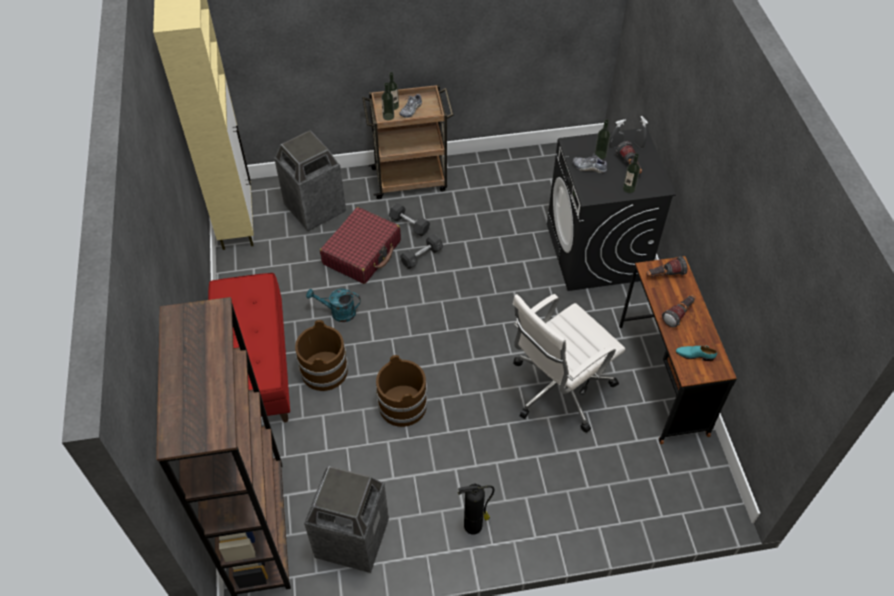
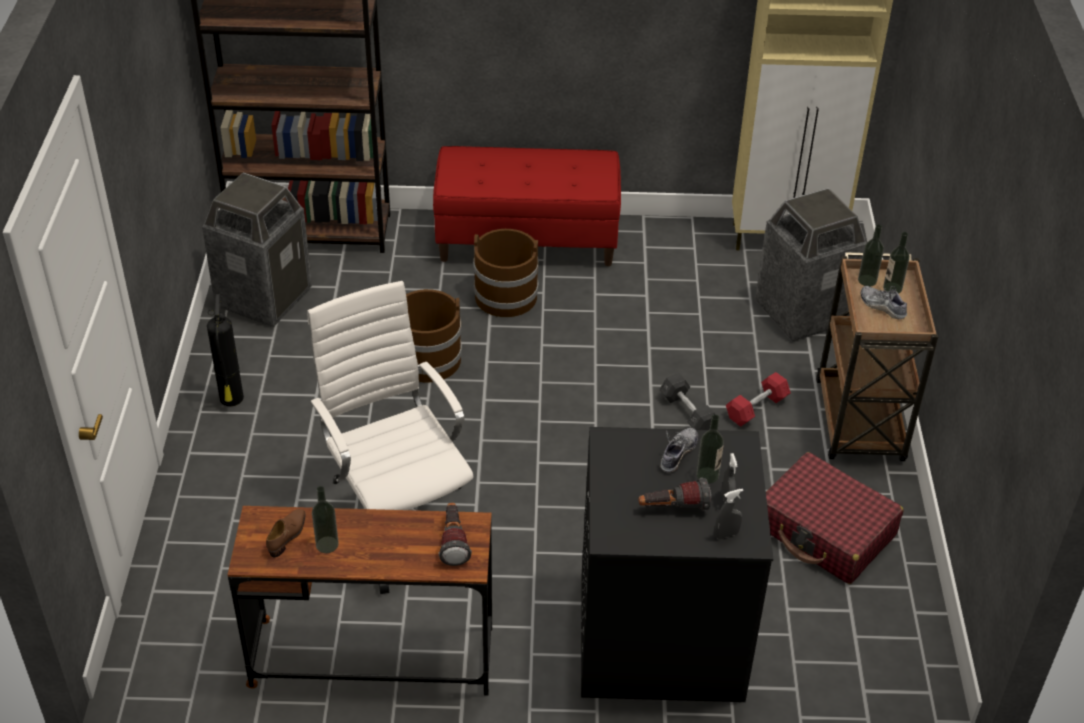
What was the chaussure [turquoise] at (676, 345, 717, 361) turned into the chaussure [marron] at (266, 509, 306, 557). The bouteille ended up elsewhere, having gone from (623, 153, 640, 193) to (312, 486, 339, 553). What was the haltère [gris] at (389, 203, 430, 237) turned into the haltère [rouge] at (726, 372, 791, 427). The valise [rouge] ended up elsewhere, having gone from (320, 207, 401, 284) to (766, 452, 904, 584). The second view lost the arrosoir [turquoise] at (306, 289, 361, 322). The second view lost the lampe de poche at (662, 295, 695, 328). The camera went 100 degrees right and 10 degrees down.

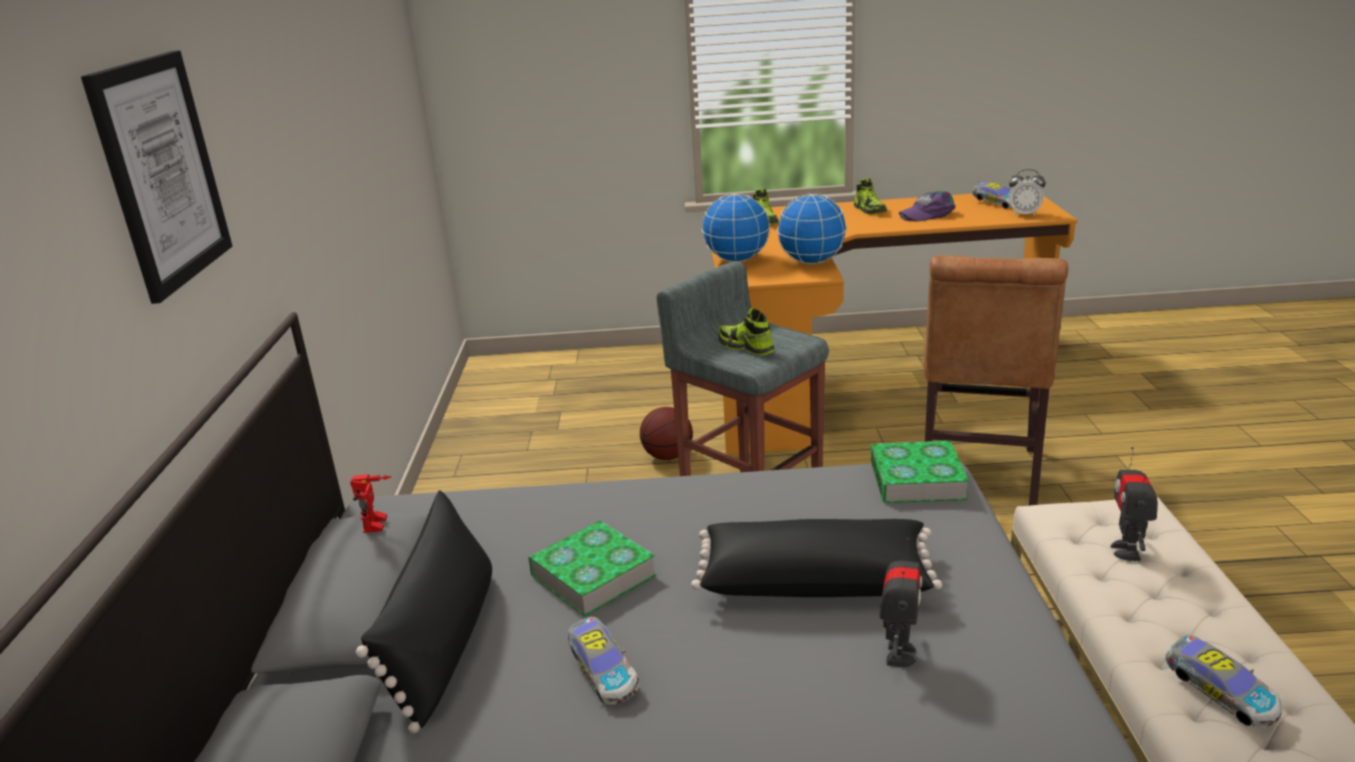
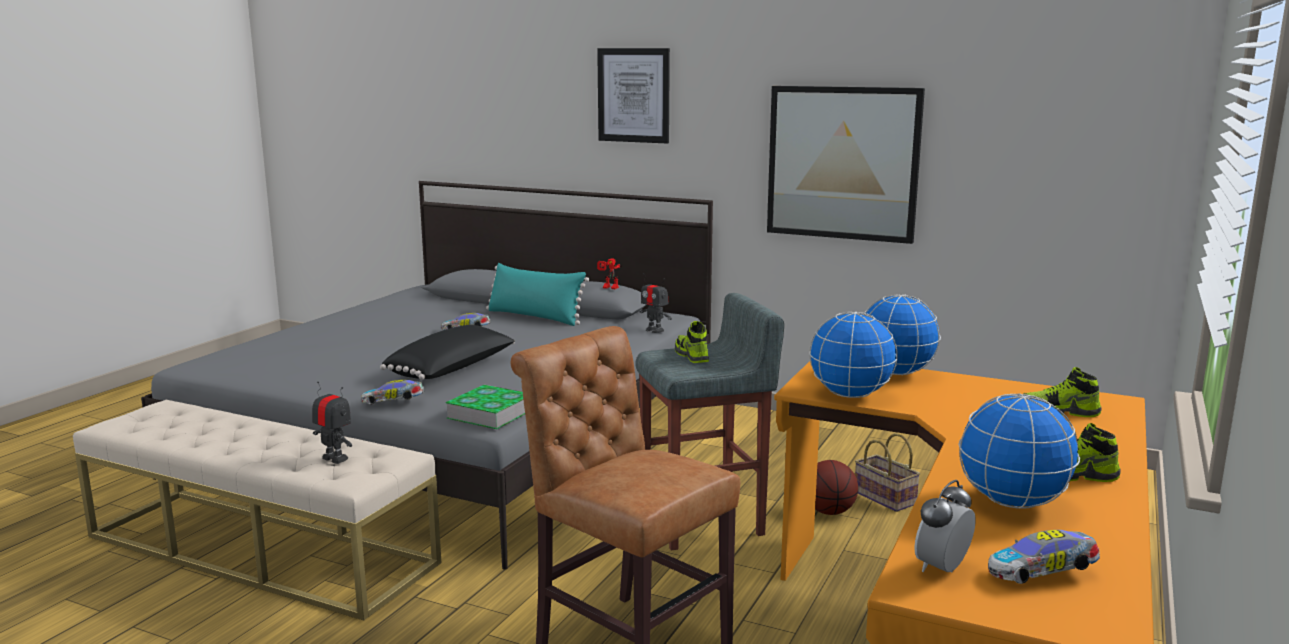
The petite voiture ended up elsewhere, having gone from (1166, 635, 1282, 727) to (361, 380, 425, 405). What was the coussin [noir] at (356, 490, 492, 734) turned into the coussin [turquoise] at (486, 263, 589, 326). The robot jouet ended up elsewhere, having gone from (879, 538, 923, 667) to (640, 273, 672, 333). The chaussure at (718, 308, 774, 356) ended up facing another way, 90 degrees counterclockwise from before. The second view gained the tableau at (767, 86, 925, 244). The second view gained the panier at (855, 433, 920, 512). Where the casquette [violet] stood at (899, 191, 956, 221), the globe came to stand at (958, 393, 1080, 509). The second view lost the livre at (528, 521, 657, 616). The camera went 115 degrees right and 10 degrees down.

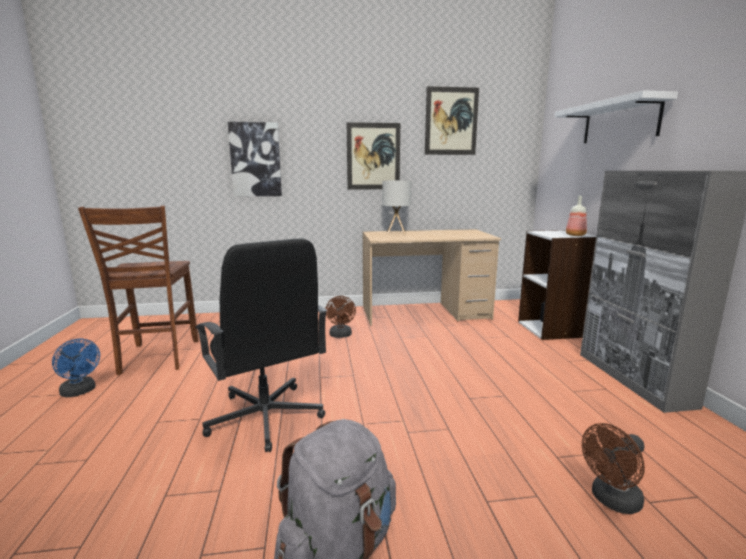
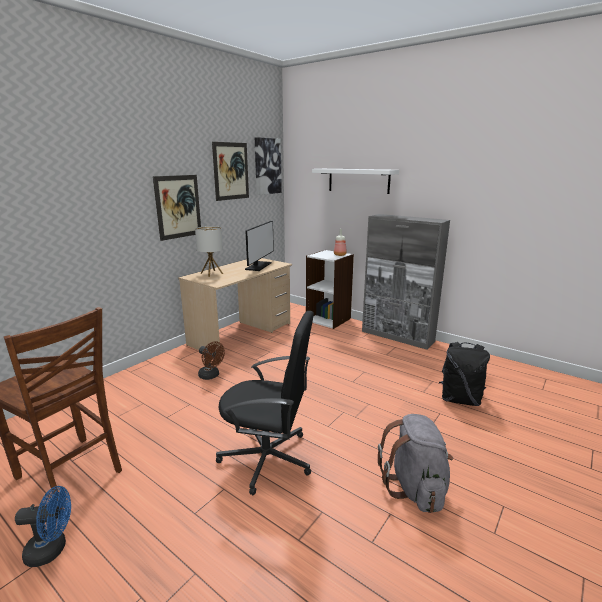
The second view gained the écran d'ordinateur at (245, 220, 274, 271). The tableau ended up elsewhere, having gone from (228, 122, 282, 196) to (255, 137, 282, 195). Where the ventilateur [marron] stood at (582, 423, 645, 514), the sac à dos [noir] came to stand at (439, 342, 490, 406). The camera went 45 degrees left and 5 degrees up.

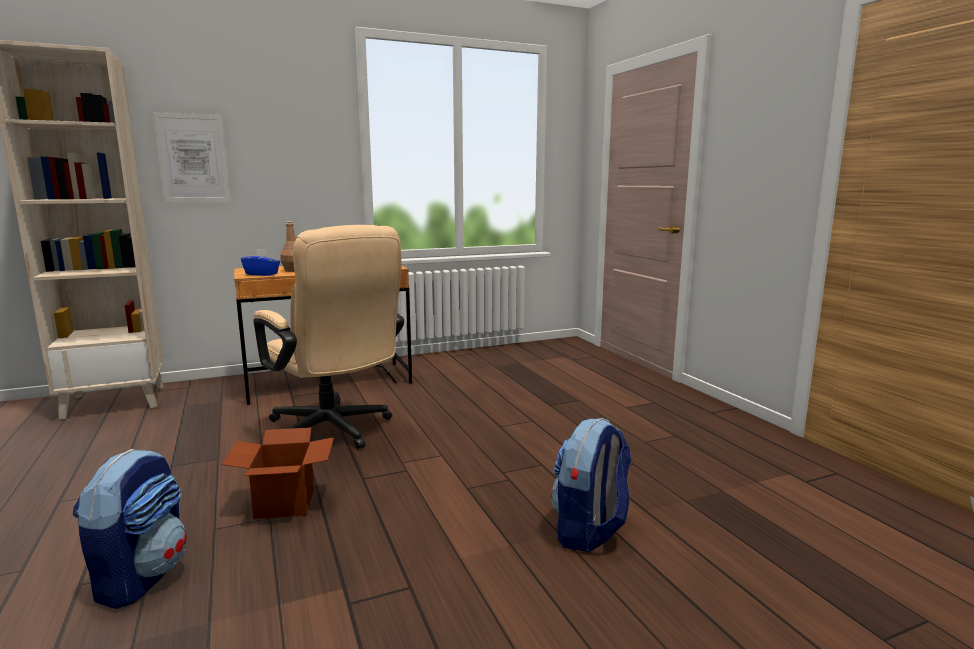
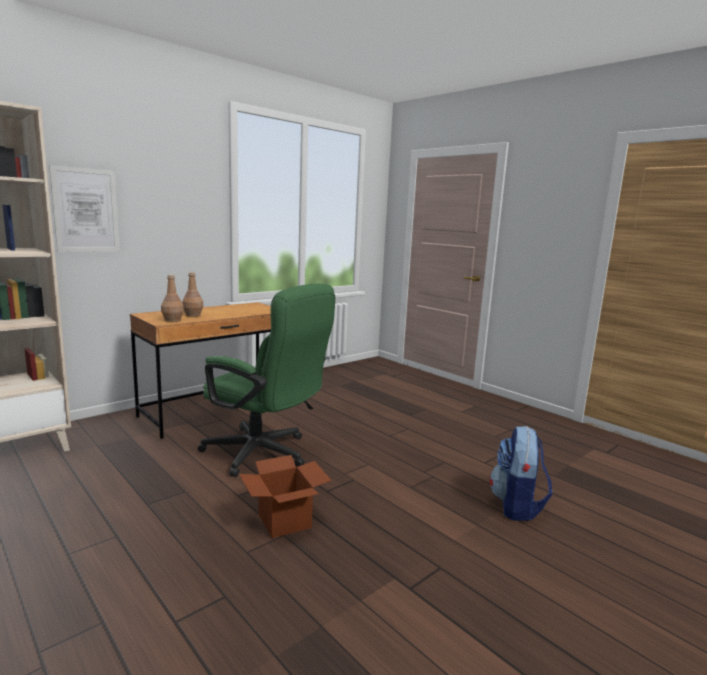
Where the boîte à mouchoirs [bleu] stood at (241, 249, 280, 276), the bouteille [marron] came to stand at (161, 274, 184, 322). What was the chaise de bureau [beige] at (253, 225, 404, 449) turned into the chaise de bureau [vert] at (198, 284, 335, 477). The second view lost the sac à dos at (73, 449, 187, 609). The camera went 20 degrees left and 0 degrees up.

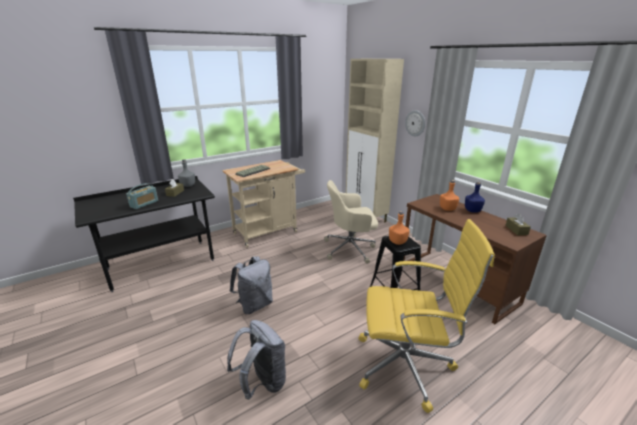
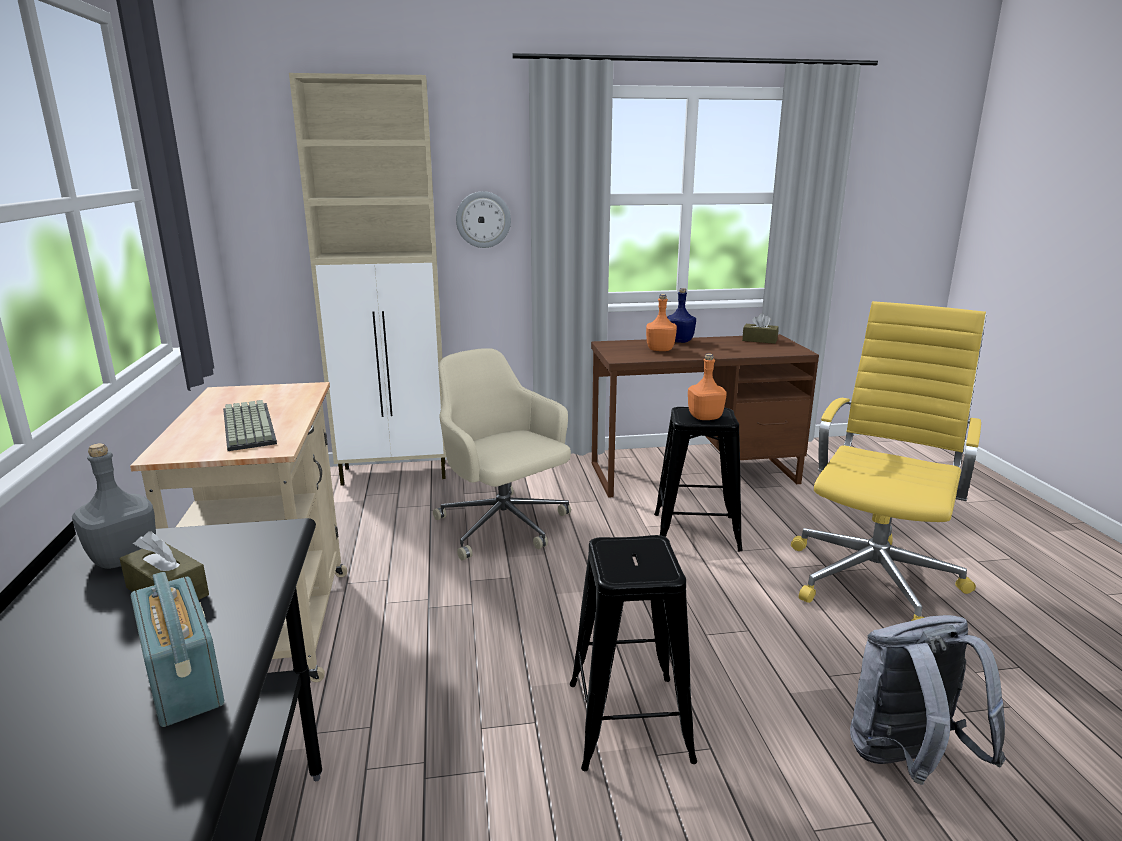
The chaise de bureau [beige] at (324, 180, 378, 264) ended up facing another way, 120 degrees clockwise from before. Where the sac à dos [gris] stood at (230, 256, 273, 314), the tabouret [noir] came to stand at (570, 535, 697, 771). The camera went 65 degrees left and 5 degrees down.

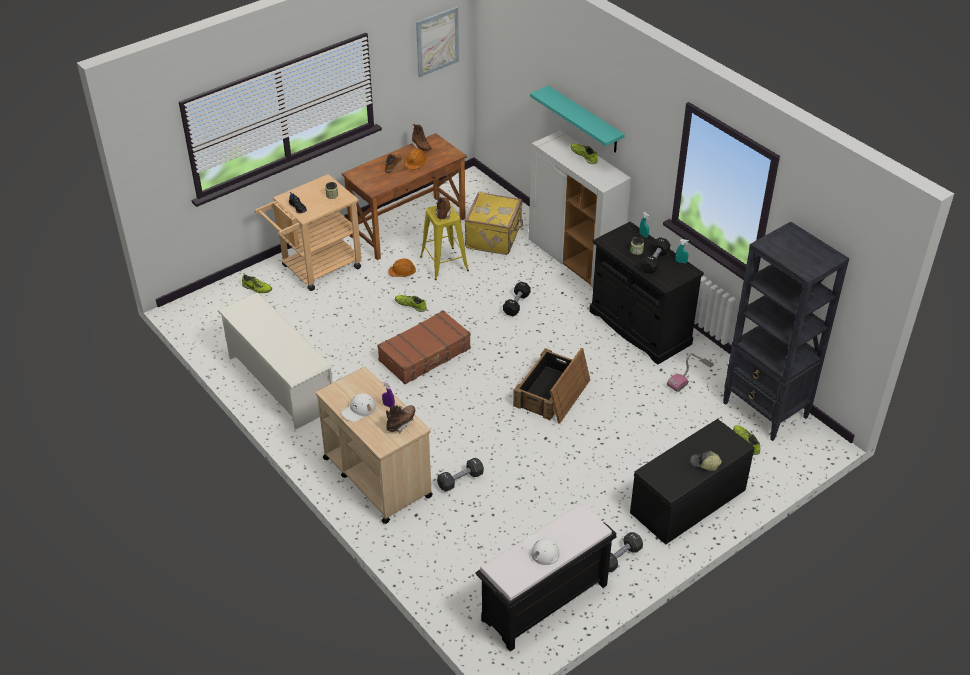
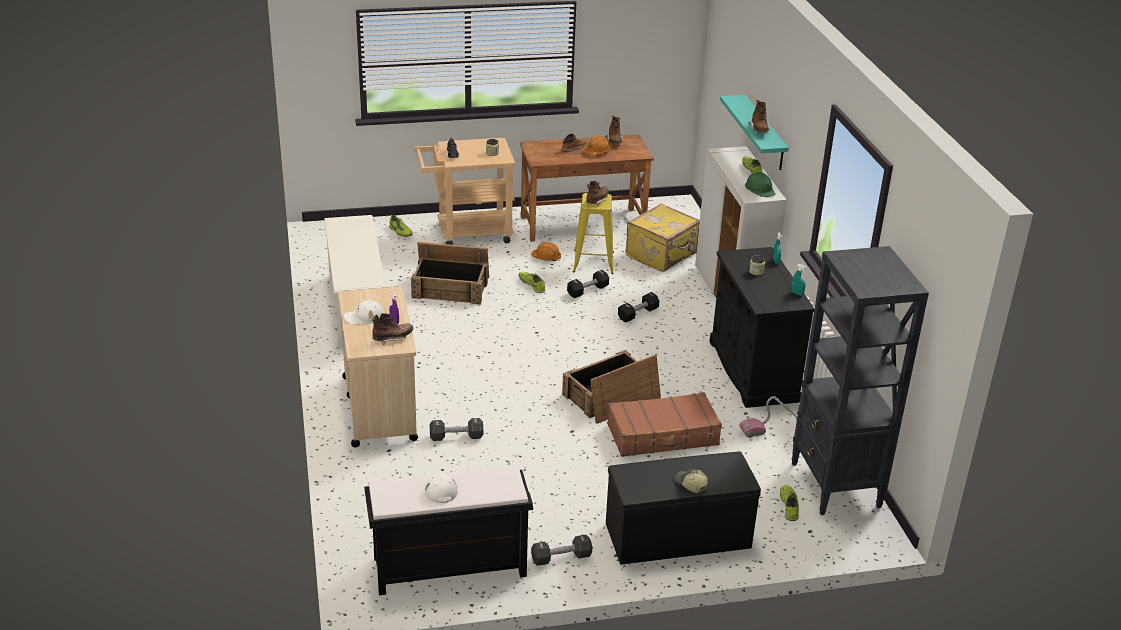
The second view gained the caisse at (411, 242, 489, 305). The haltère [noir] ended up elsewhere, having gone from (640, 237, 670, 274) to (567, 270, 609, 298). The valise [marron] ended up elsewhere, having gone from (377, 310, 471, 384) to (607, 392, 722, 457). The second view gained the casque de chantier [vert] at (745, 172, 776, 197). The second view gained the botte [marron] at (749, 100, 770, 133). The second view lost the tableau at (416, 7, 459, 77). The camera went 25 degrees right and 10 degrees down.

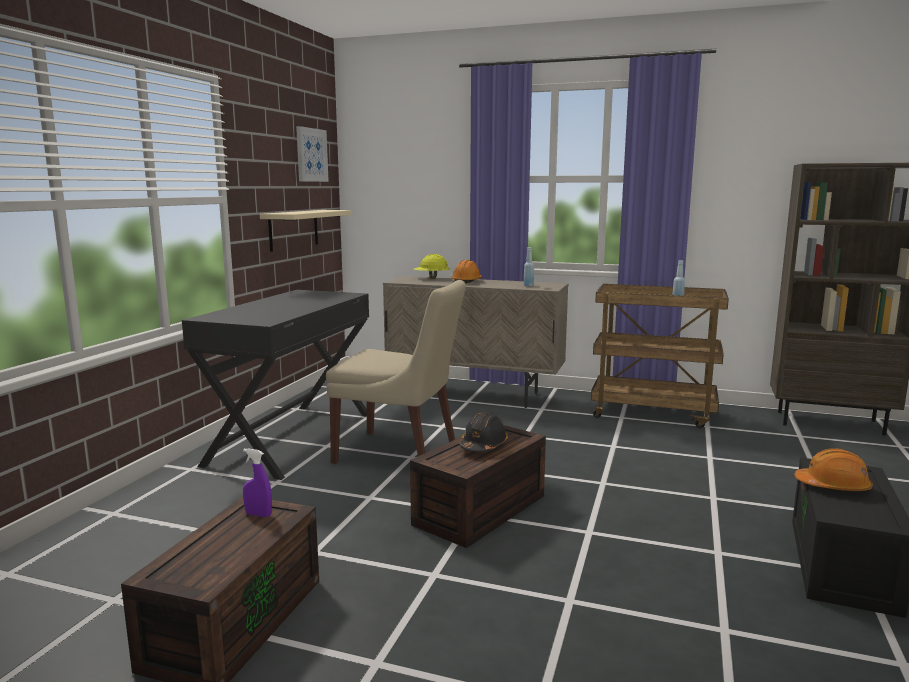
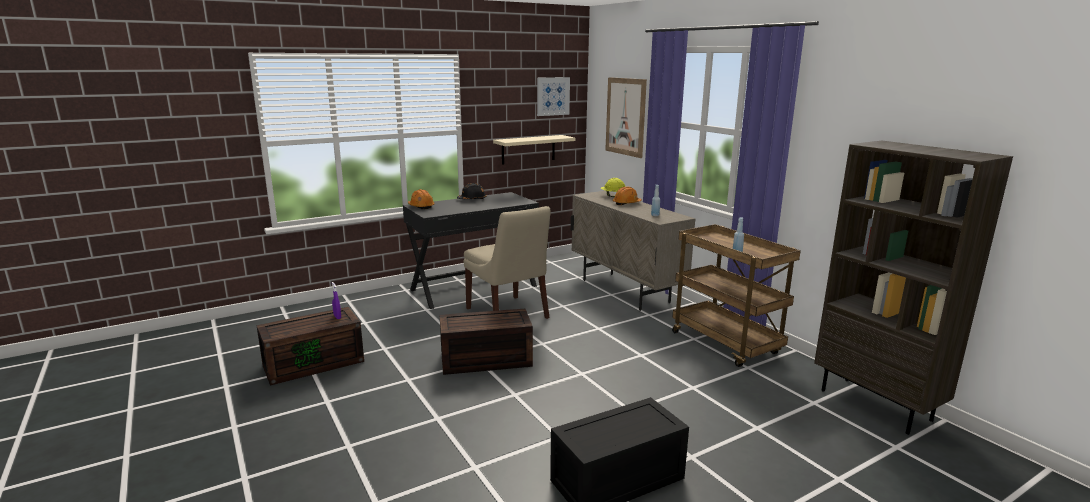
The casque de chantier [orange] ended up elsewhere, having gone from (794, 448, 873, 493) to (408, 189, 435, 209). The casque de chantier [noir] ended up elsewhere, having gone from (459, 412, 508, 452) to (457, 183, 487, 199). The second view gained the tableau at (605, 77, 647, 158). The camera went 40 degrees right and 5 degrees up.

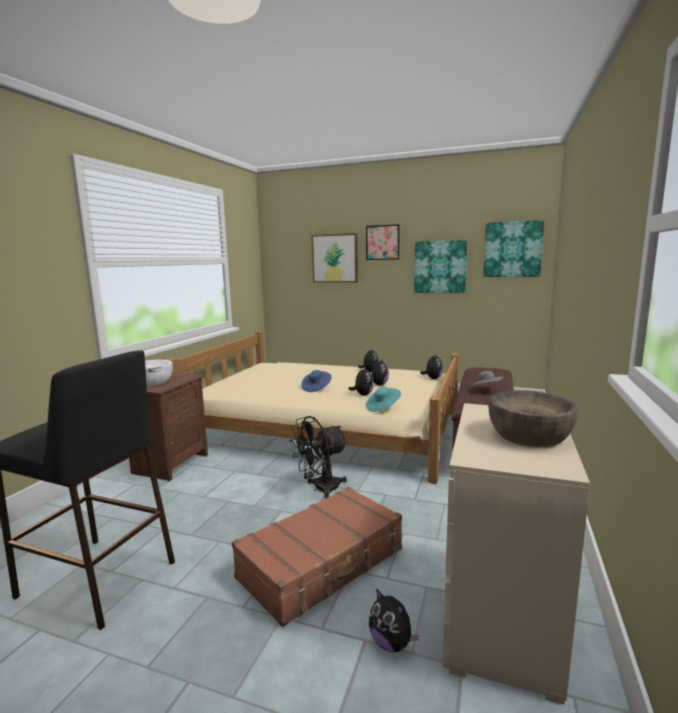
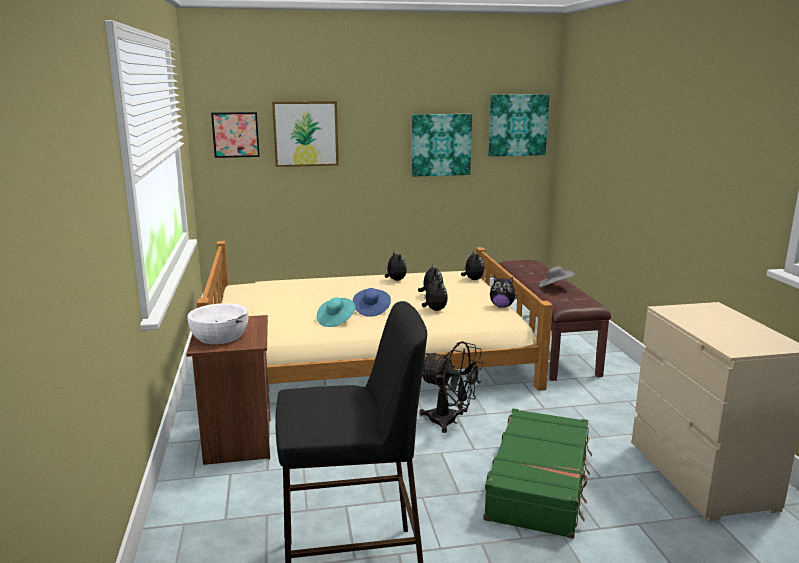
The tableau ended up elsewhere, having gone from (366, 224, 400, 260) to (211, 112, 260, 158). The chapeau [turquoise] ended up elsewhere, having gone from (366, 387, 401, 412) to (317, 298, 356, 327). The ventilateur [noir] at (290, 416, 348, 498) ended up facing another way, 90 degrees counterclockwise from before. What was the valise [marron] at (232, 487, 402, 627) turned into the valise [vert] at (484, 409, 592, 539). The peluche ended up elsewhere, having gone from (369, 588, 419, 652) to (490, 276, 518, 308). The second view lost the bol [marron] at (489, 390, 578, 447). The camera went 30 degrees left and 5 degrees up.

